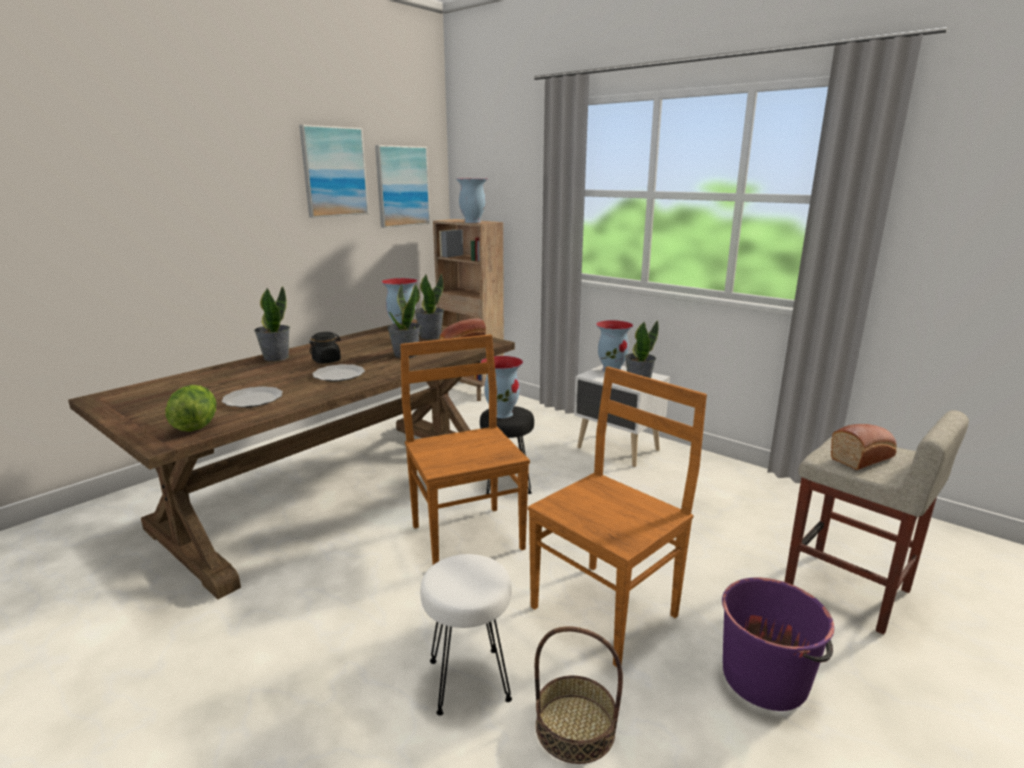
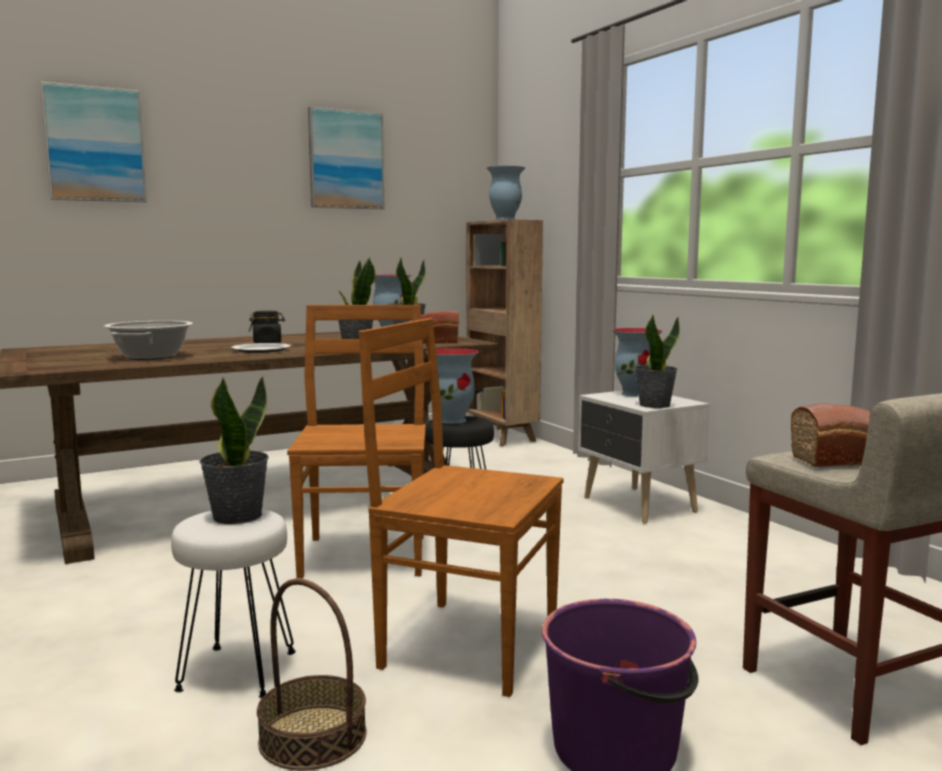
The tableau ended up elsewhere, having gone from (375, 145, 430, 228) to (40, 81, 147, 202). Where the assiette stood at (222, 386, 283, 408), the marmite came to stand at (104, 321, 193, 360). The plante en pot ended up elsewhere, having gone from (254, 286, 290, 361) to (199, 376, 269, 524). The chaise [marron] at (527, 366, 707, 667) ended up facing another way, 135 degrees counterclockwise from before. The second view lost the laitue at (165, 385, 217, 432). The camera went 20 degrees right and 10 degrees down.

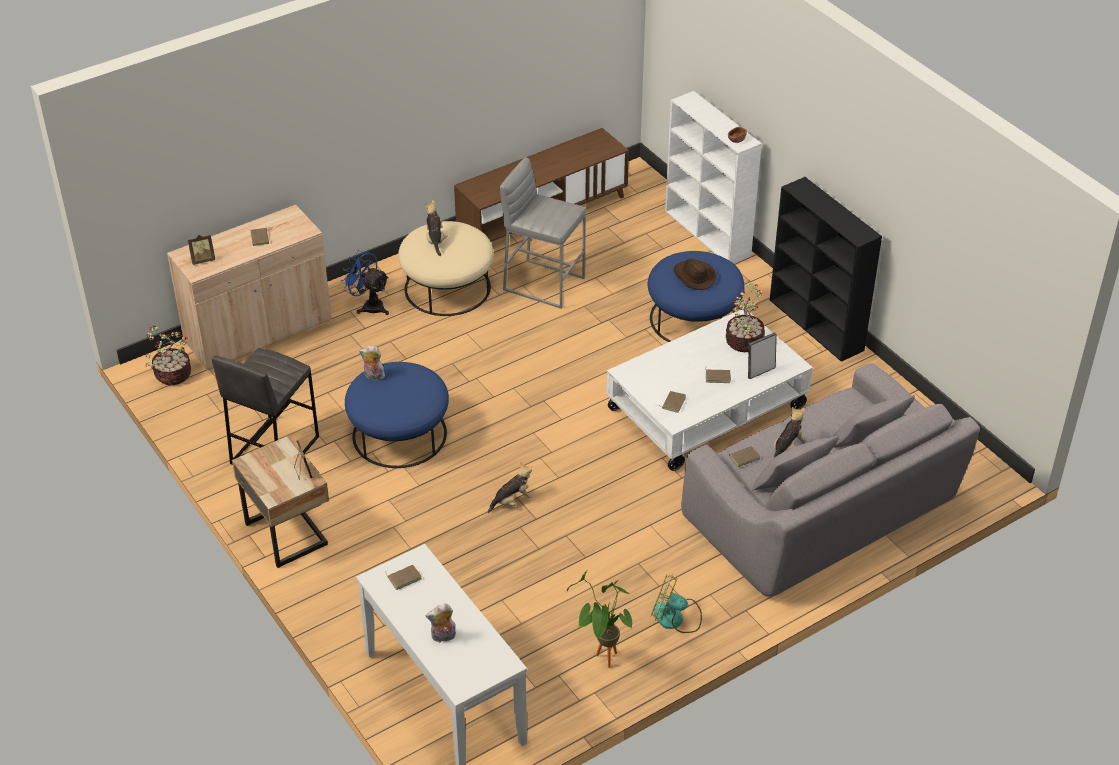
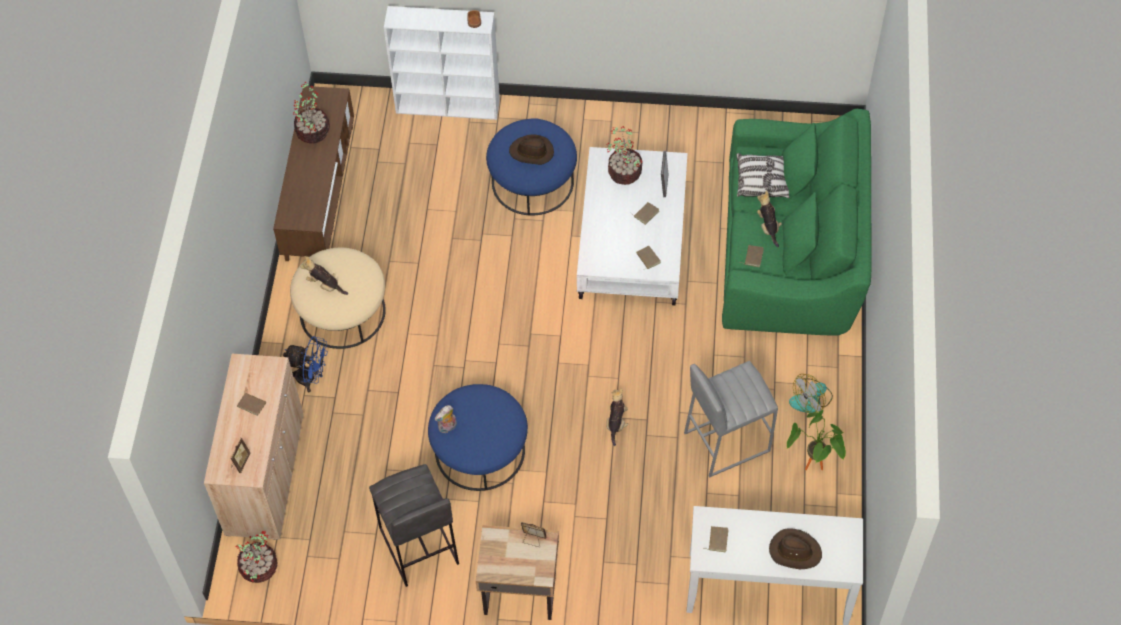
The ventilateur [bleu] at (341, 250, 389, 315) ended up facing another way, 150 degrees counterclockwise from before. The second view gained the plante en pot at (293, 82, 330, 144). The tabouret [gris] ended up elsewhere, having gone from (500, 157, 586, 309) to (684, 361, 778, 478). What was the canapé [gris] at (681, 363, 980, 597) turned into the canapé [vert] at (722, 109, 871, 336). The second view gained the coussin at (736, 153, 790, 198). Where the peluche stood at (426, 604, 456, 642), the chapeau [marron] came to stand at (769, 528, 822, 569). The second view lost the bibliothèque [noir] at (770, 177, 882, 362). The camera went 50 degrees left and 15 degrees up.

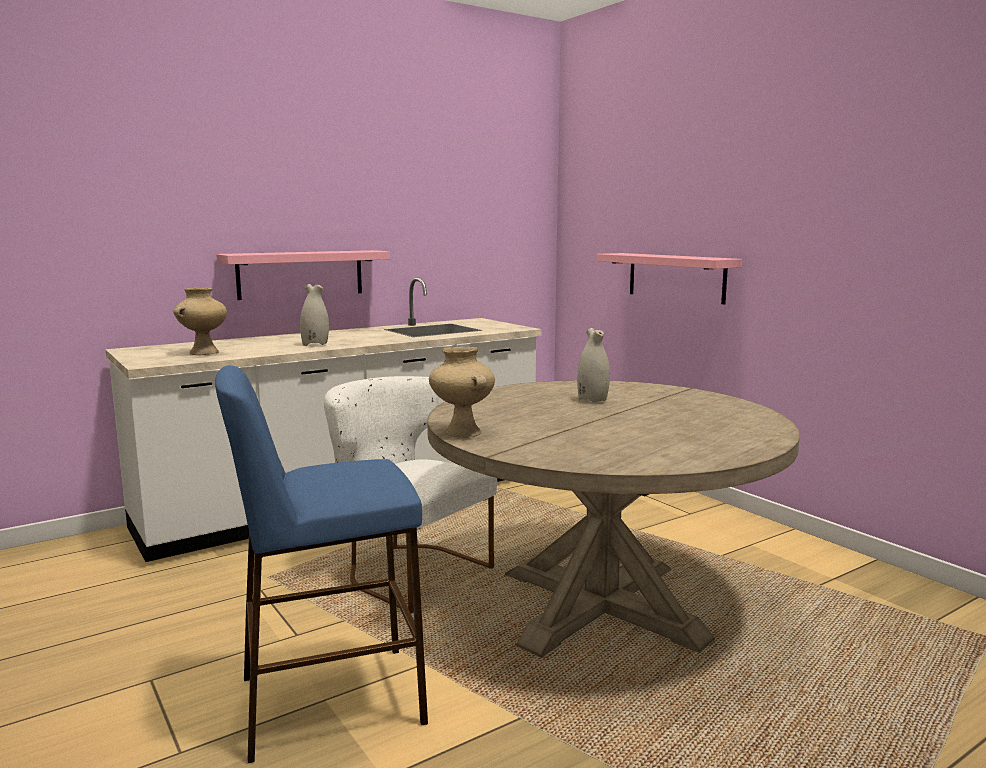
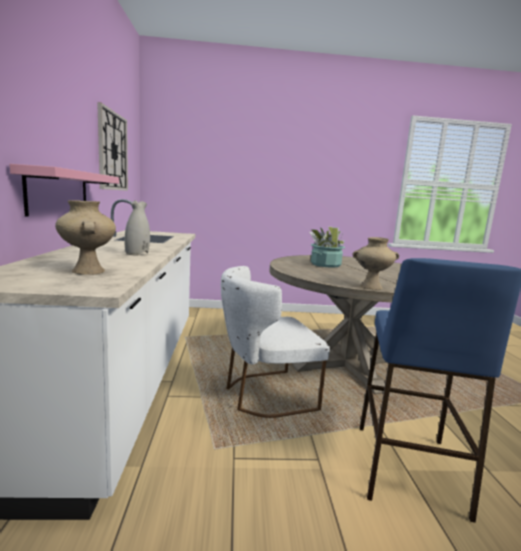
The second view gained the horloge murale at (97, 102, 128, 191). Where the vase [blanc] stood at (577, 328, 610, 403), the plante en pot came to stand at (309, 227, 345, 268). The second view lost the étagère [rose] at (597, 253, 742, 304). The camera went 60 degrees left and 0 degrees up.

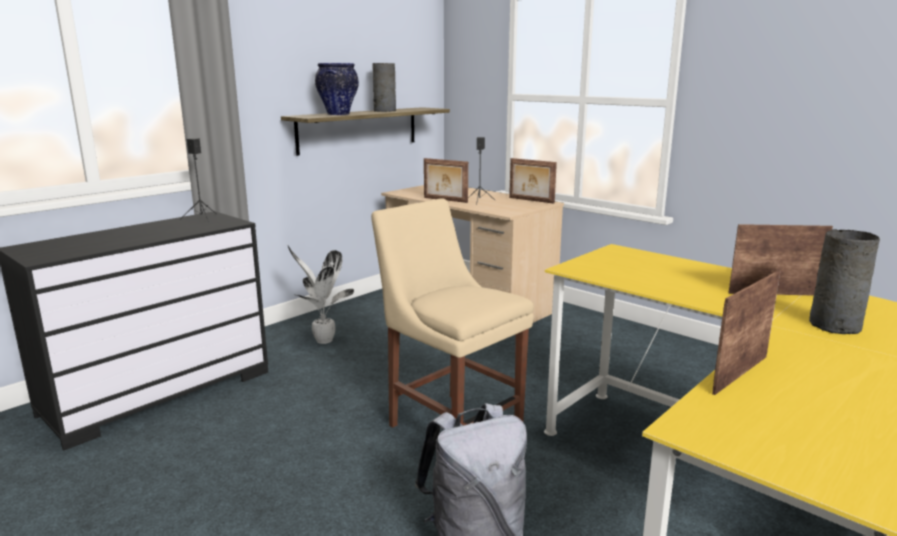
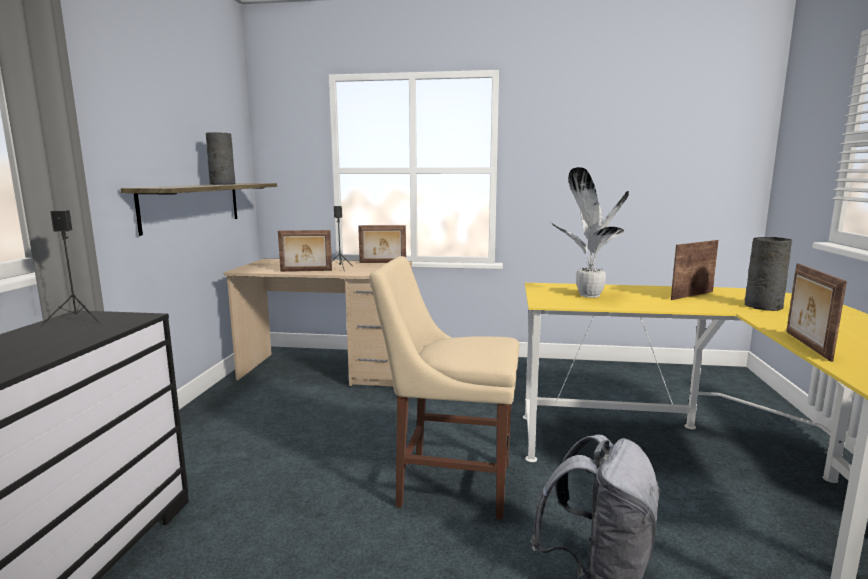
The plante en pot ended up elsewhere, having gone from (287, 244, 354, 344) to (551, 167, 629, 298). The second view lost the vase at (315, 63, 359, 115). The camera went 35 degrees left and 5 degrees down.

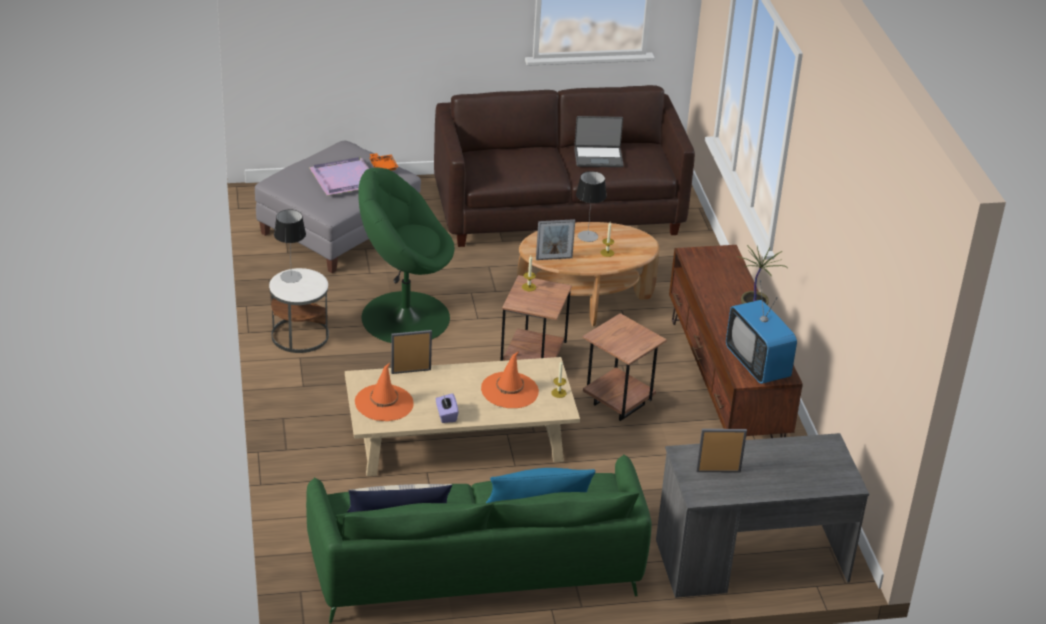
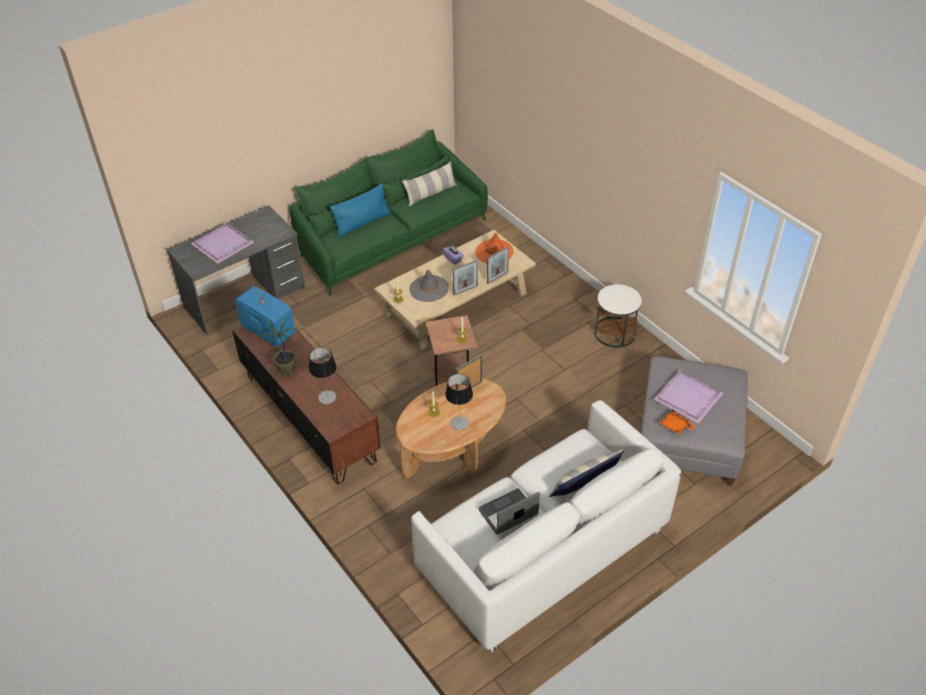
The second view gained the plateau [violet] at (191, 223, 254, 264). The lampe de table ended up elsewhere, having gone from (274, 209, 306, 283) to (309, 347, 337, 404). What was the chapeau [orange] at (481, 351, 539, 408) turned into the chapeau [gris] at (409, 270, 449, 302). What was the canapé [marron] at (434, 85, 695, 247) turned into the canapé [blanc] at (411, 400, 681, 652). The cadre photo ended up elsewhere, having gone from (696, 429, 747, 472) to (453, 260, 478, 295). The second view gained the coussin at (549, 450, 624, 497). The second view lost the fauteuil [vert] at (358, 167, 455, 343). The second view lost the table d'appoint [marron] at (582, 313, 667, 421). The camera went 155 degrees right and 10 degrees up.

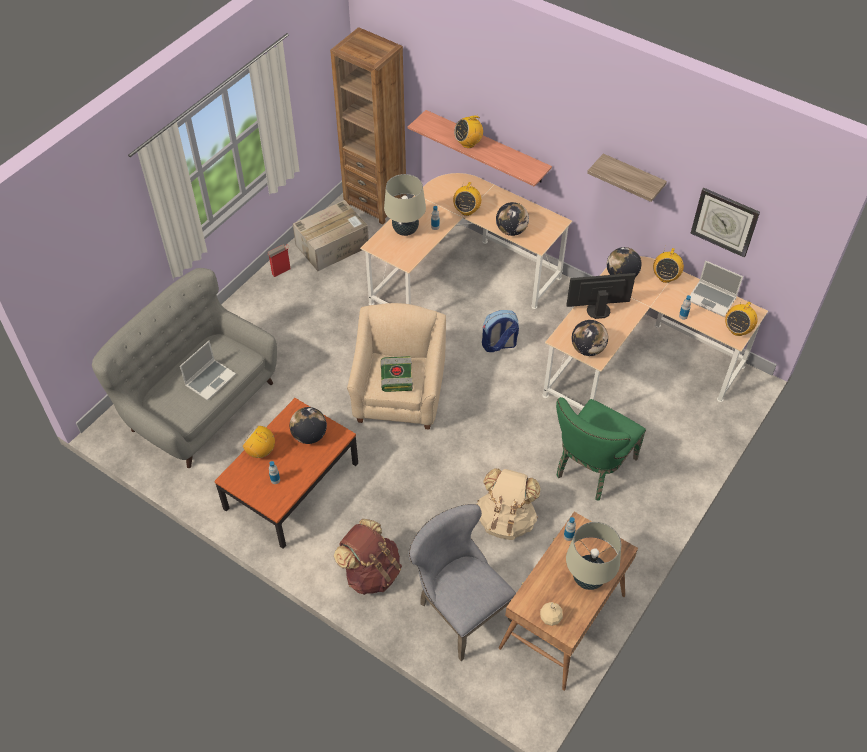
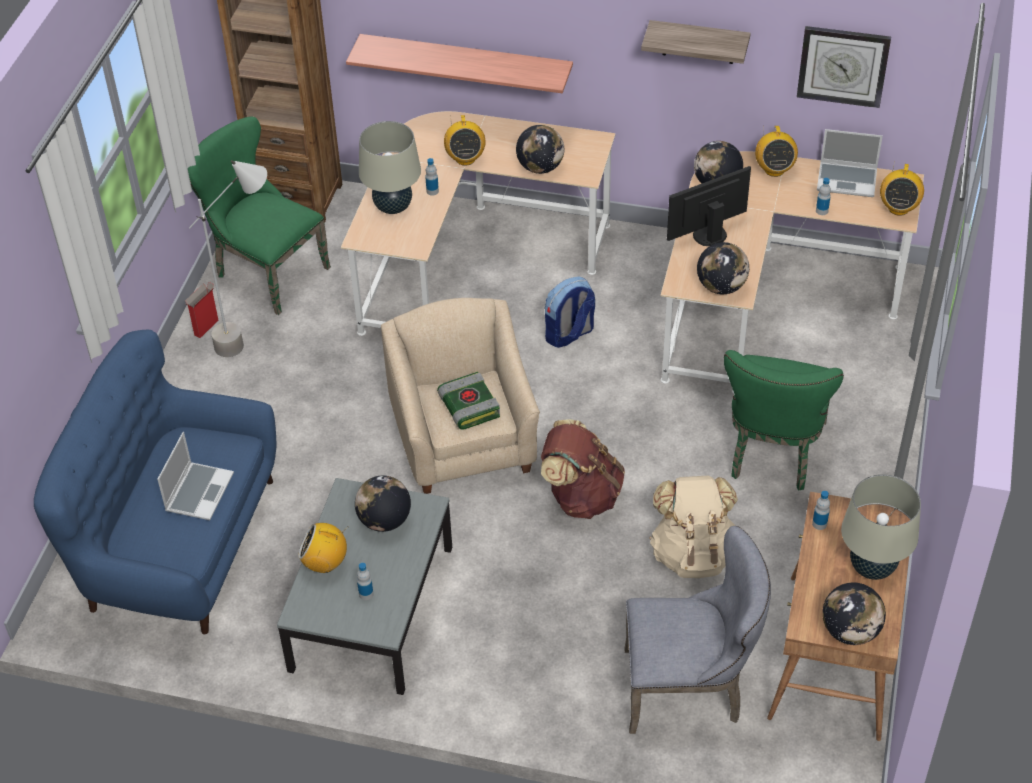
What was the canapé [gris] at (92, 268, 277, 468) turned into the canapé [bleu] at (34, 330, 276, 634). Where the carton stood at (293, 200, 369, 271), the chaise [vert] came to stand at (188, 116, 331, 315). The second view gained the lampadaire [gris] at (189, 160, 267, 357). What was the table basse [marron] at (214, 398, 358, 549) turned into the table basse [gris] at (277, 478, 452, 695). The sac à dos [marron] ended up elsewhere, having gone from (334, 519, 402, 595) to (541, 419, 625, 519). The chaise [gris] at (408, 504, 516, 661) ended up facing another way, 150 degrees clockwise from before. Where the bouteille [beige] stood at (540, 602, 563, 626), the globe came to stand at (822, 583, 886, 645). The second view lost the radio at (454, 113, 483, 148). The camera went 20 degrees left and 5 degrees down.

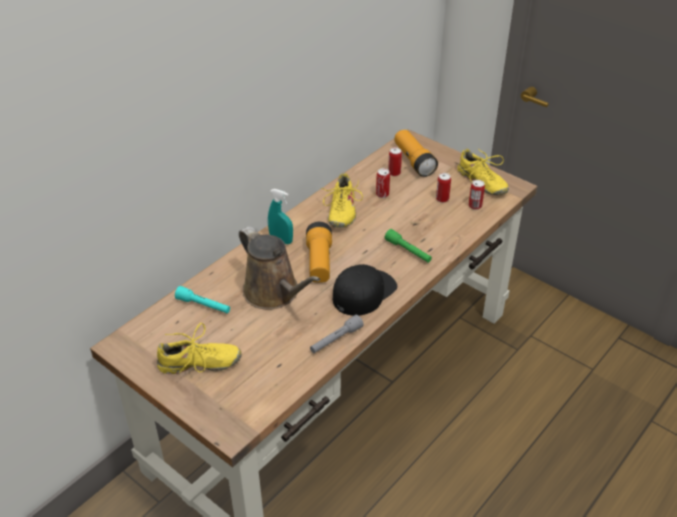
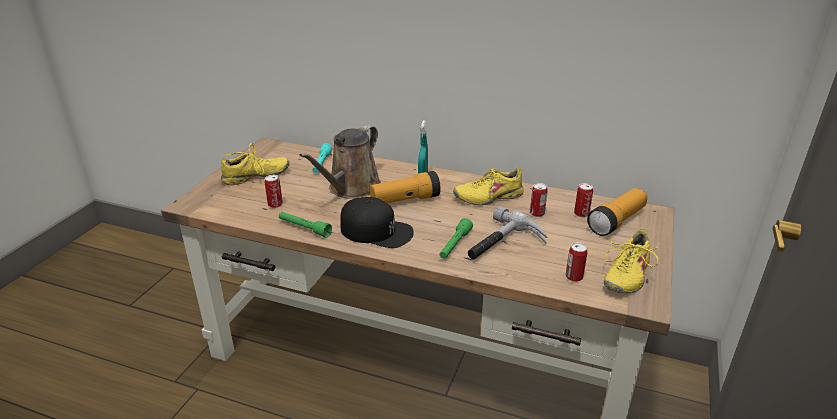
The chaussure [jaune] at (157, 323, 242, 374) ended up facing another way, 90 degrees counterclockwise from before. The boîte métallique ended up elsewhere, having gone from (436, 173, 451, 203) to (265, 175, 283, 208). What was the lampe de poche [gris] at (310, 315, 364, 353) turned into the lampe de poche [vert] at (279, 212, 332, 238). The second view gained the marteau at (468, 206, 547, 260). The camera went 70 degrees right and 10 degrees down.

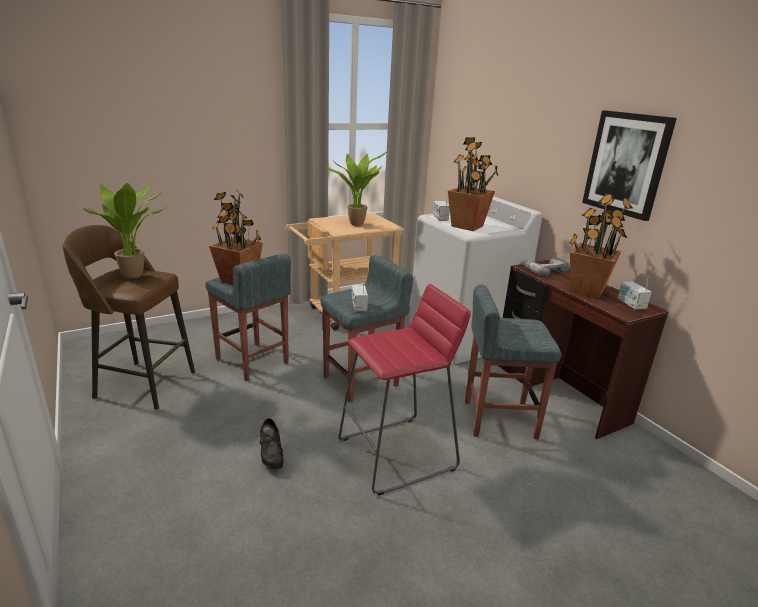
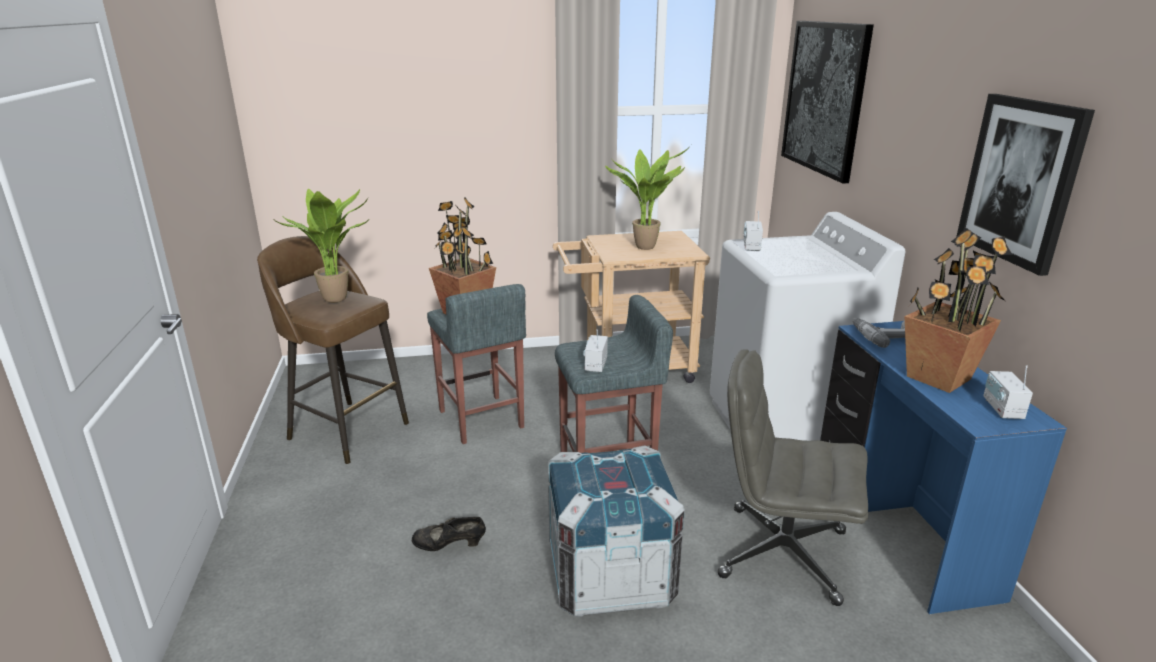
The chaussure [noir] at (260, 418, 284, 469) ended up facing another way, 90 degrees clockwise from before. Where the tabouret [rouge] stood at (338, 284, 471, 495), the caisse came to stand at (548, 445, 685, 617). Where the tabouret [gris] stood at (465, 285, 562, 439), the chaise de bureau [gris] came to stand at (718, 349, 868, 606). The second view gained the tableau at (781, 21, 874, 184). What was the bureau [marron] at (499, 260, 669, 439) turned into the bureau [bleu] at (820, 321, 1067, 614). The second view lost the plante en pot at (448, 137, 498, 231). The camera went 20 degrees right and 0 degrees up.

